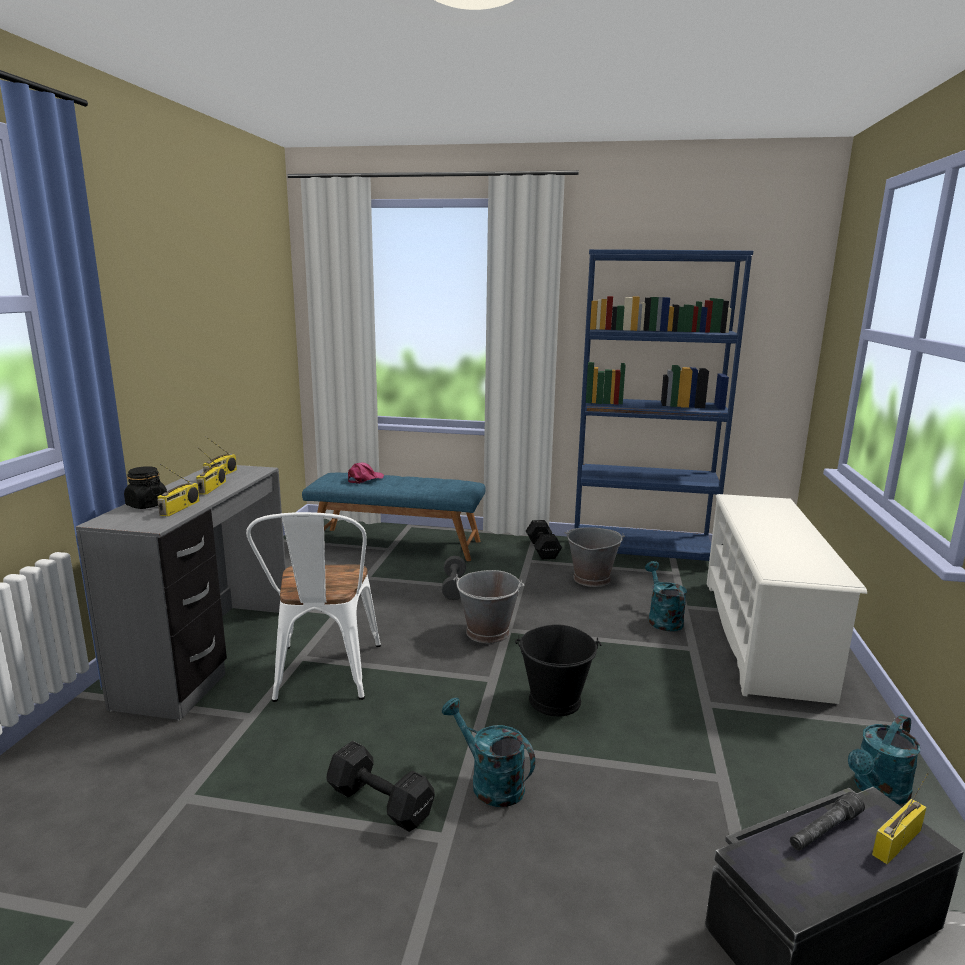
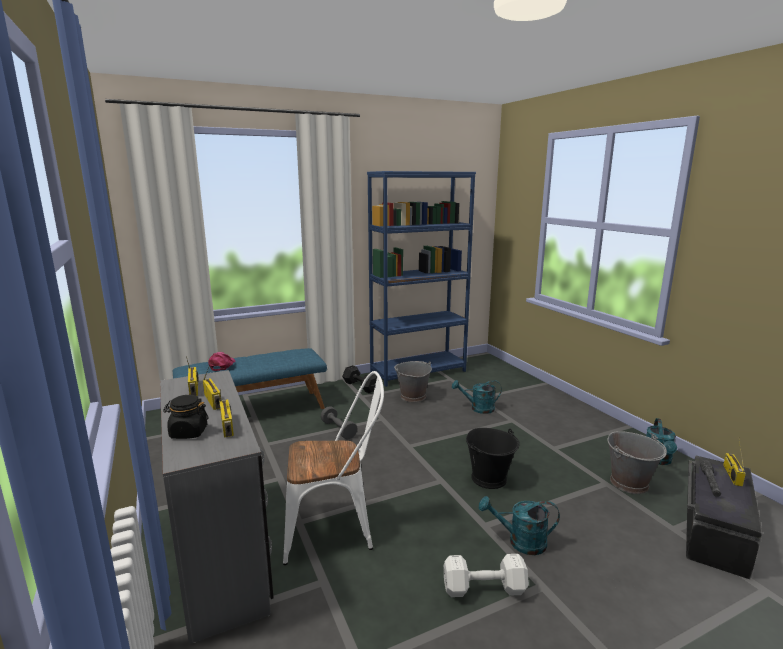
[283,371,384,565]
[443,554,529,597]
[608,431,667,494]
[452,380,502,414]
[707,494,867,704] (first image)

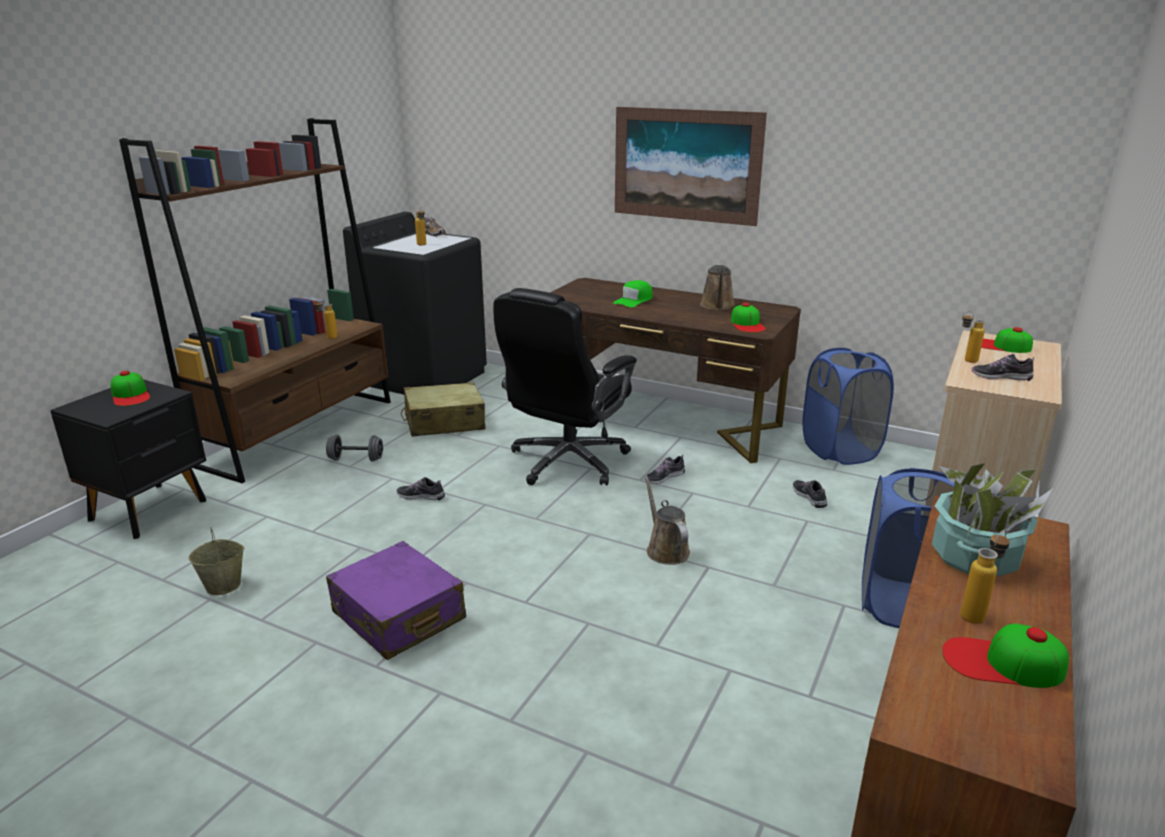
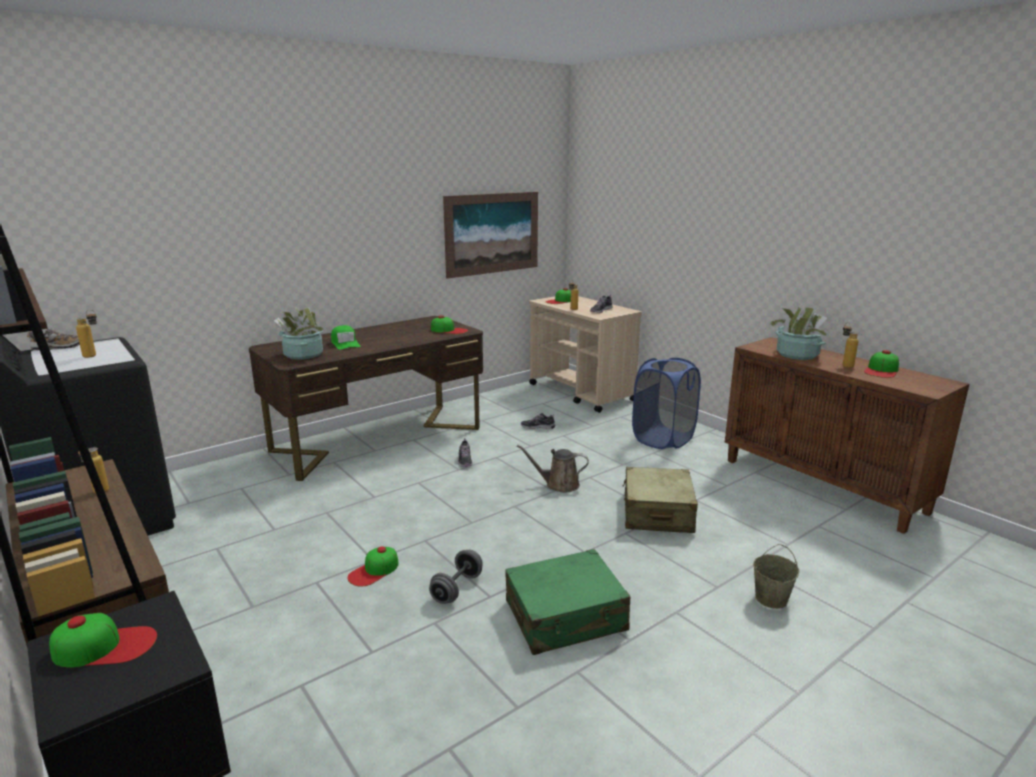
[753,544,799,609]
[429,550,483,604]
[505,549,630,655]
[347,547,399,586]
[622,467,698,533]
[493,288,637,485] (first image)
[443,192,538,279]
[700,264,735,310] (first image)
[802,348,894,465] (first image)
[274,307,327,360]

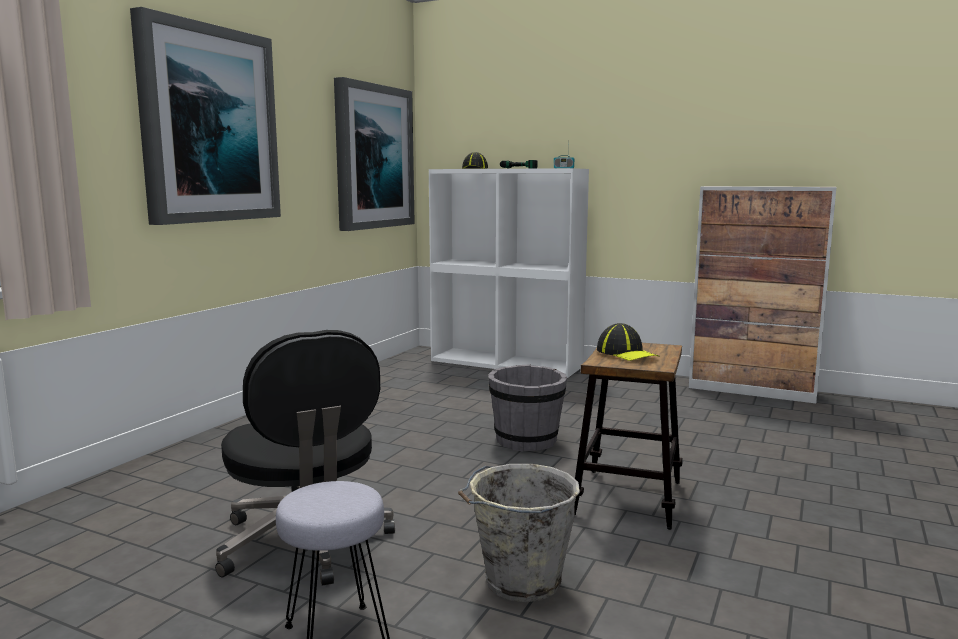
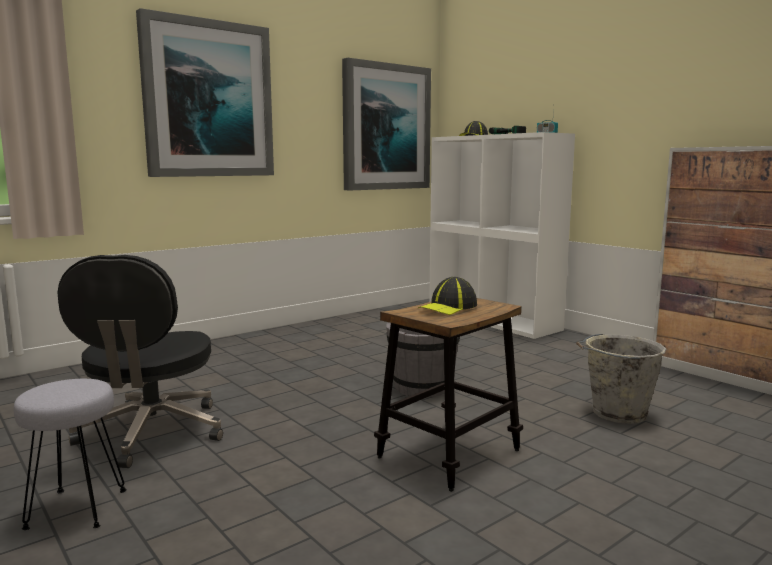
[576,334,666,424]
[418,277,477,315]

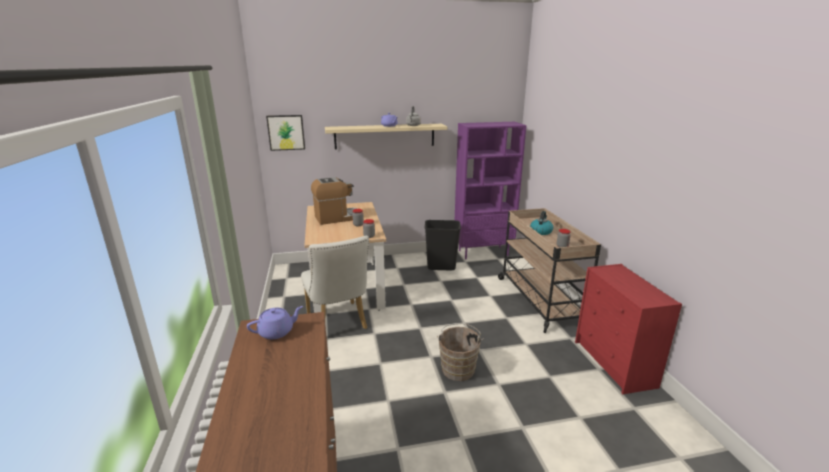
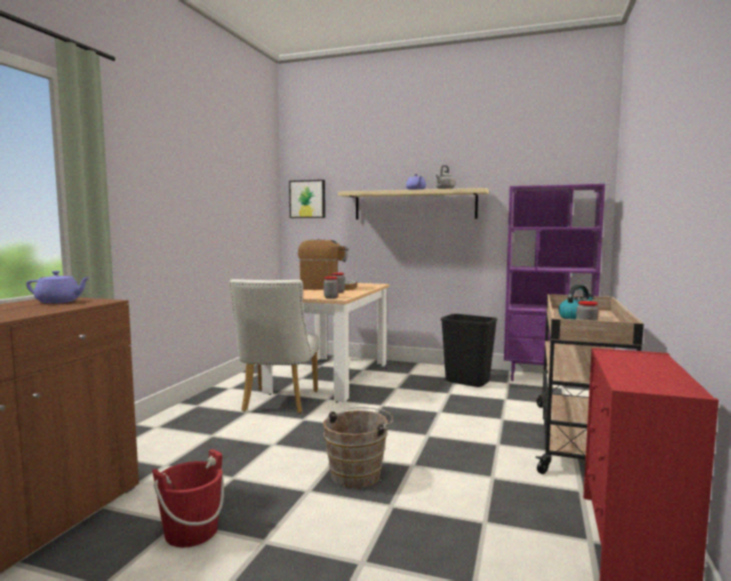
[152,449,224,547]

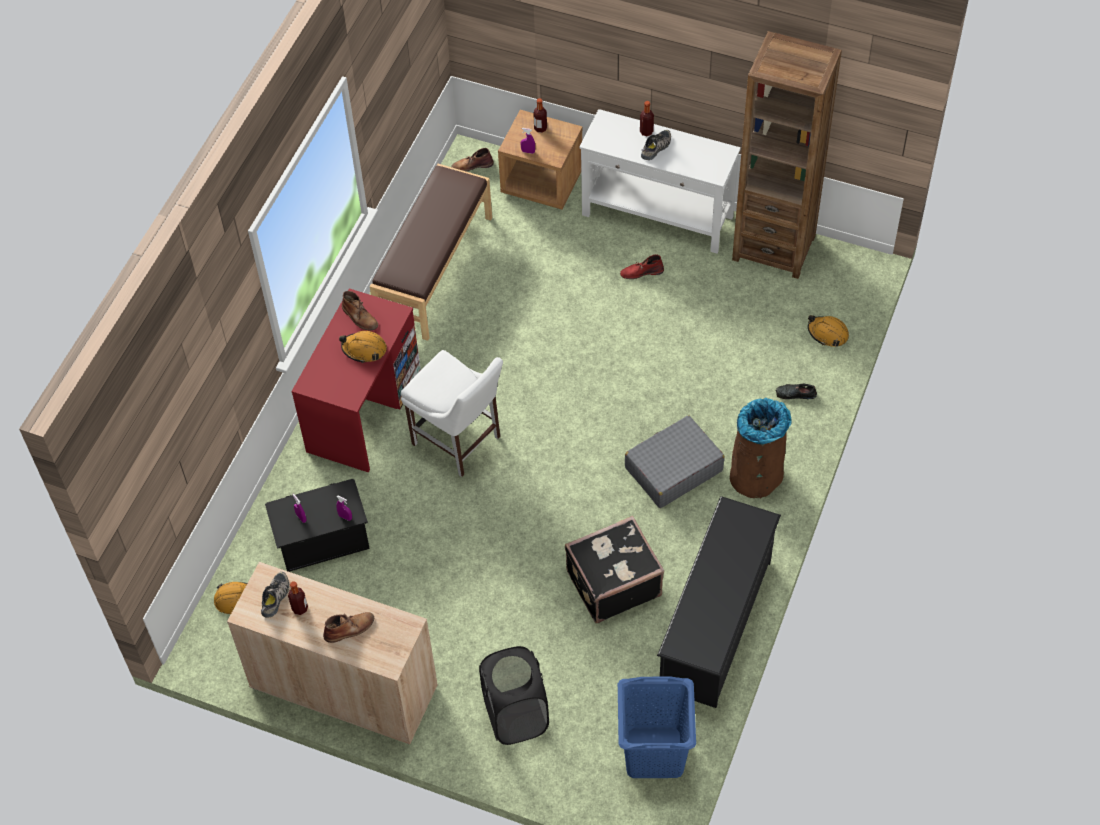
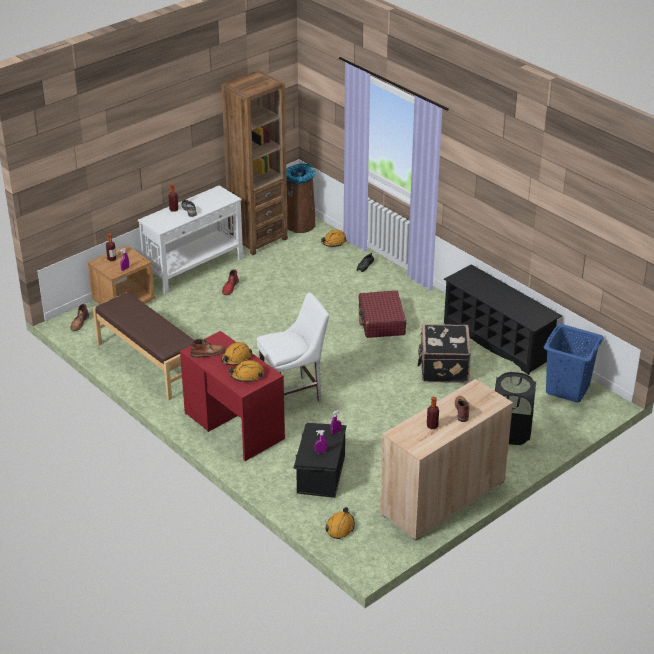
[261,572,289,618] (first image)
[358,290,406,338]
[286,163,316,233]
[229,360,264,382]

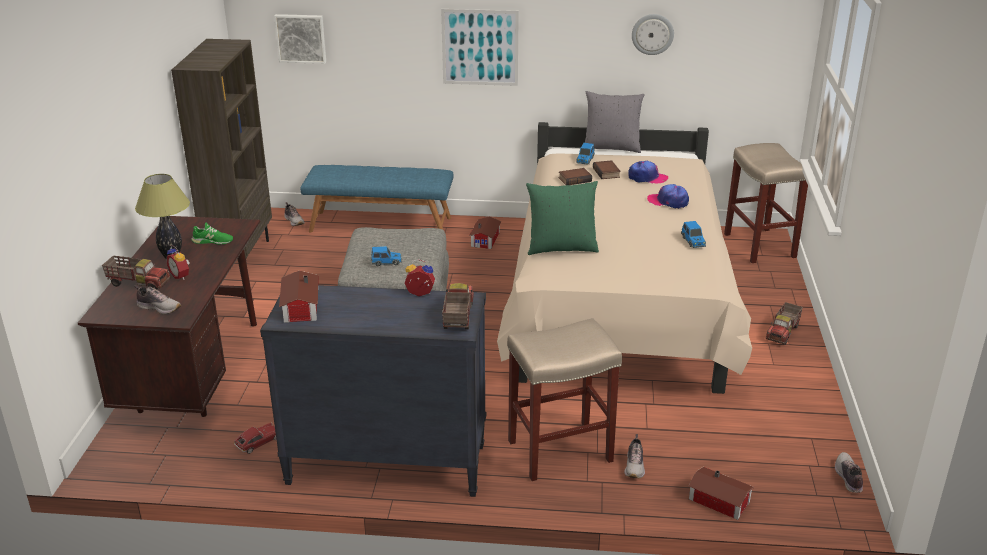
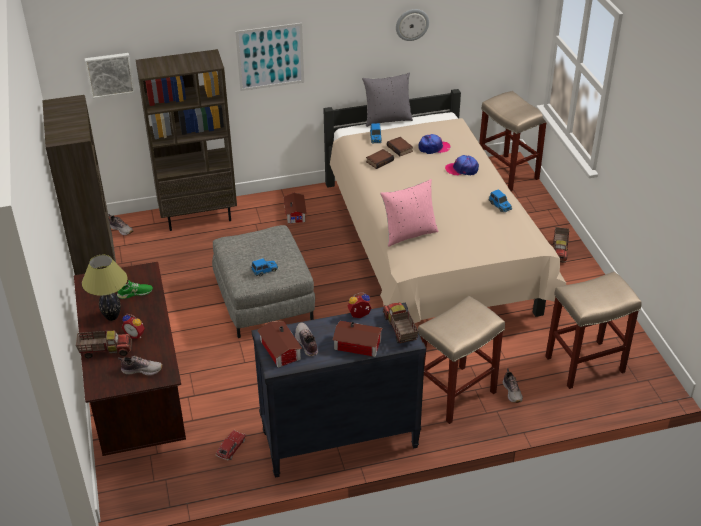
[136,49,237,231]
[380,179,438,247]
[333,321,383,357]
[295,322,318,356]
[545,271,642,389]

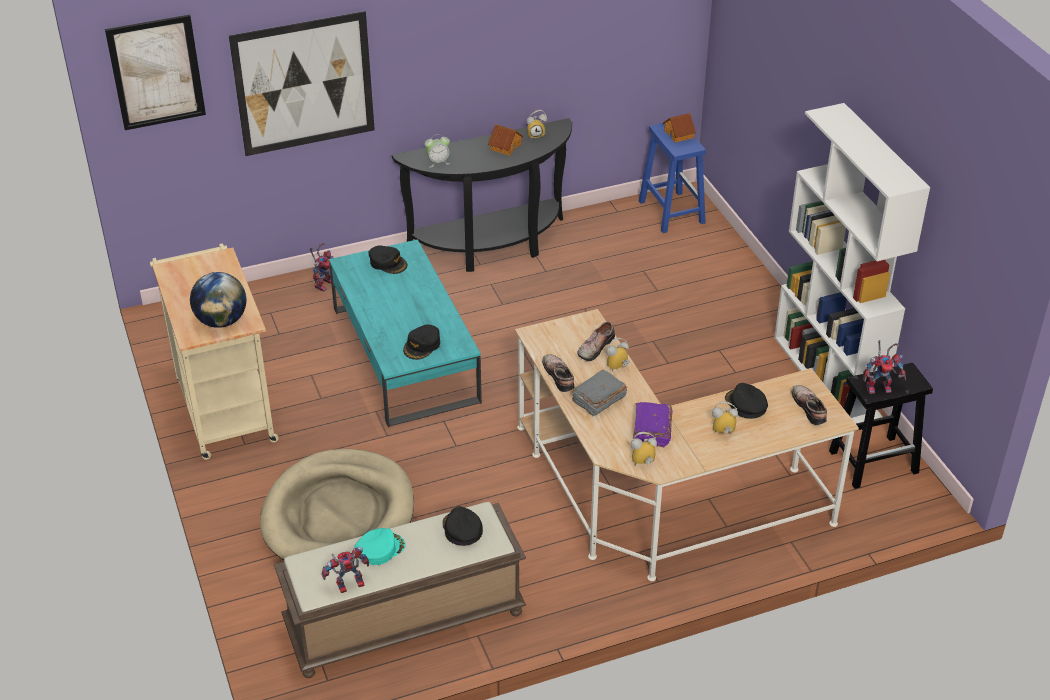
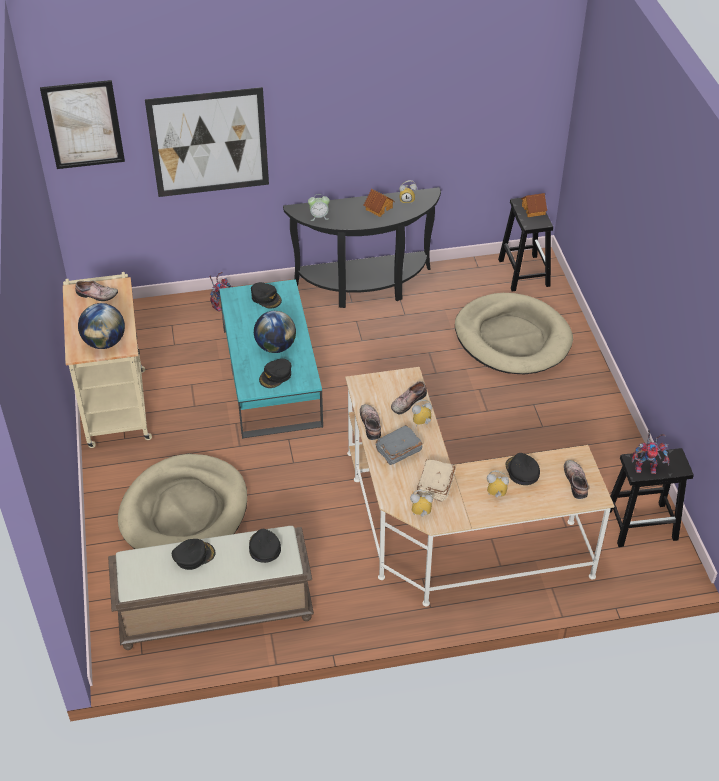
[322,547,369,593] (first image)
[172,539,216,570]
[417,459,456,502]
[498,198,553,291]
[774,103,930,424] (first image)
[75,281,118,301]
[254,311,296,353]
[455,293,573,374]

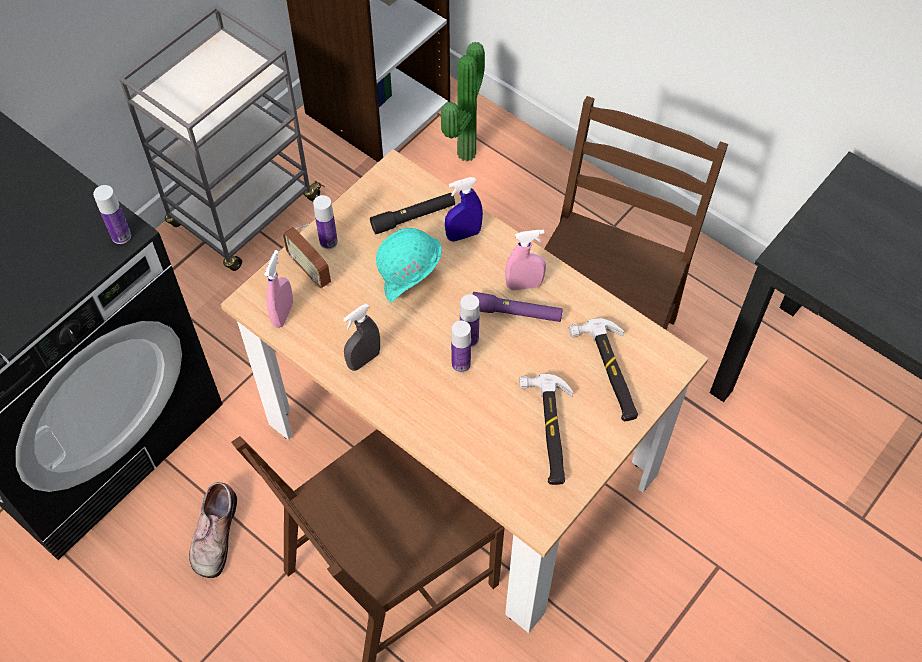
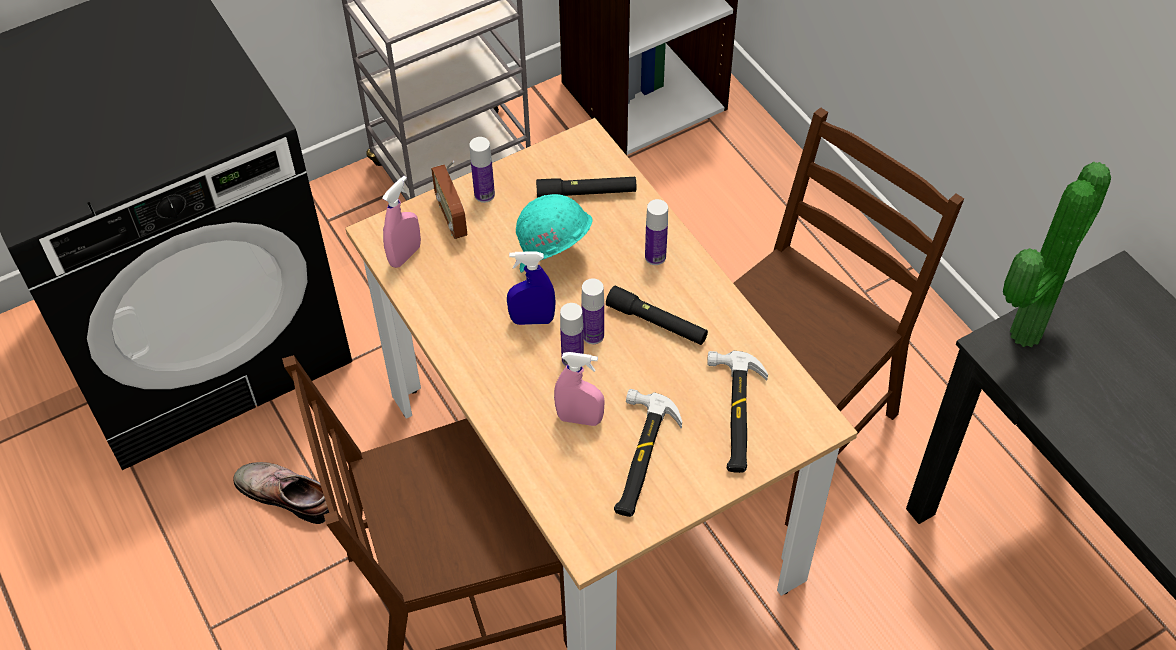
[645,199,668,265]
[234,462,329,524]
[343,303,380,371] (first image)
[1003,162,1111,347]
[507,251,555,325]
[606,286,708,345]
[554,352,605,426]

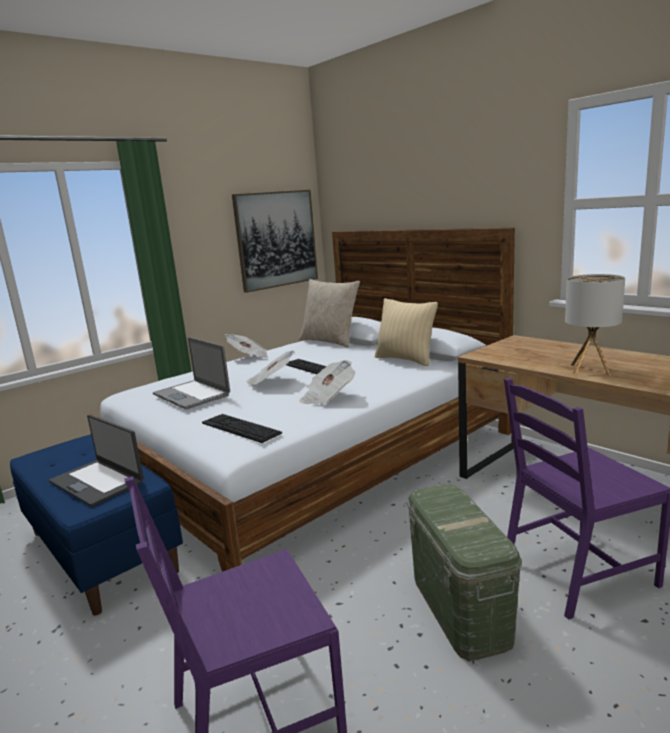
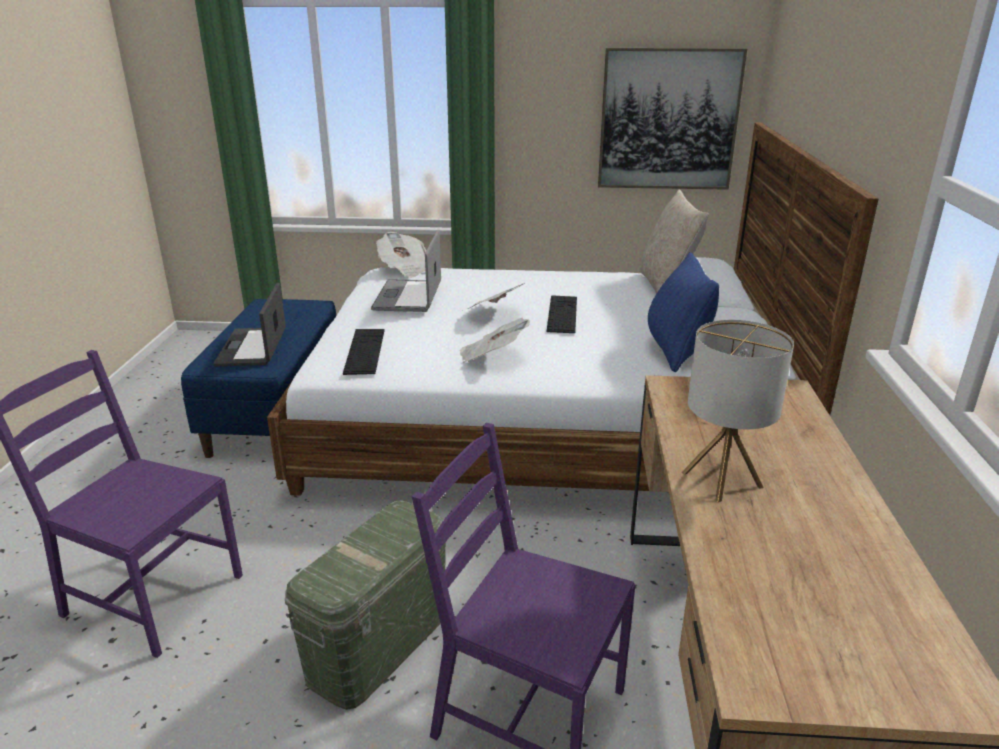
[376,232,426,278]
[648,252,719,372]

